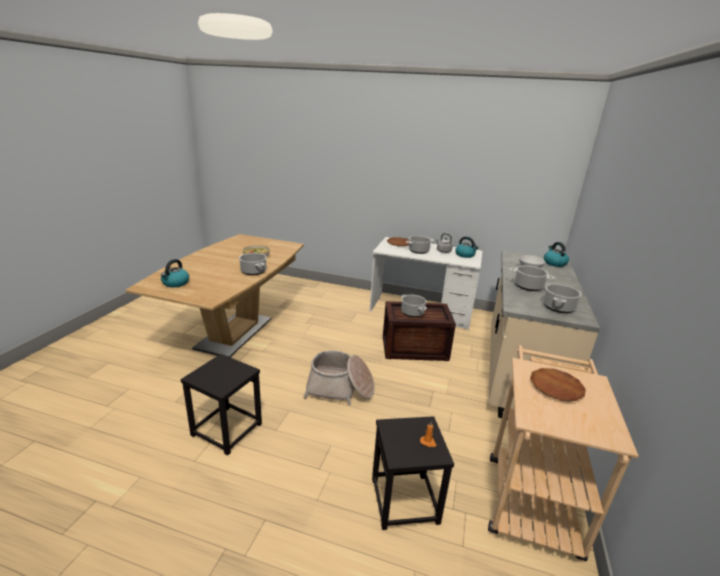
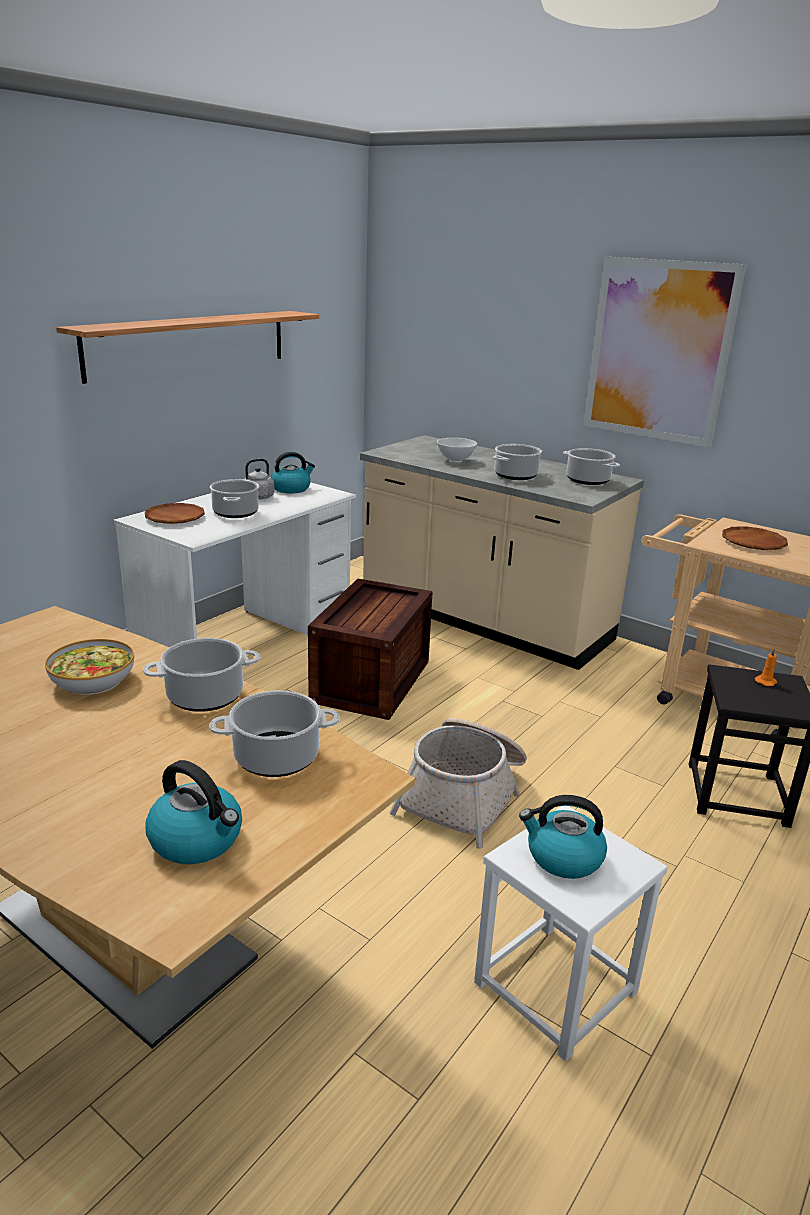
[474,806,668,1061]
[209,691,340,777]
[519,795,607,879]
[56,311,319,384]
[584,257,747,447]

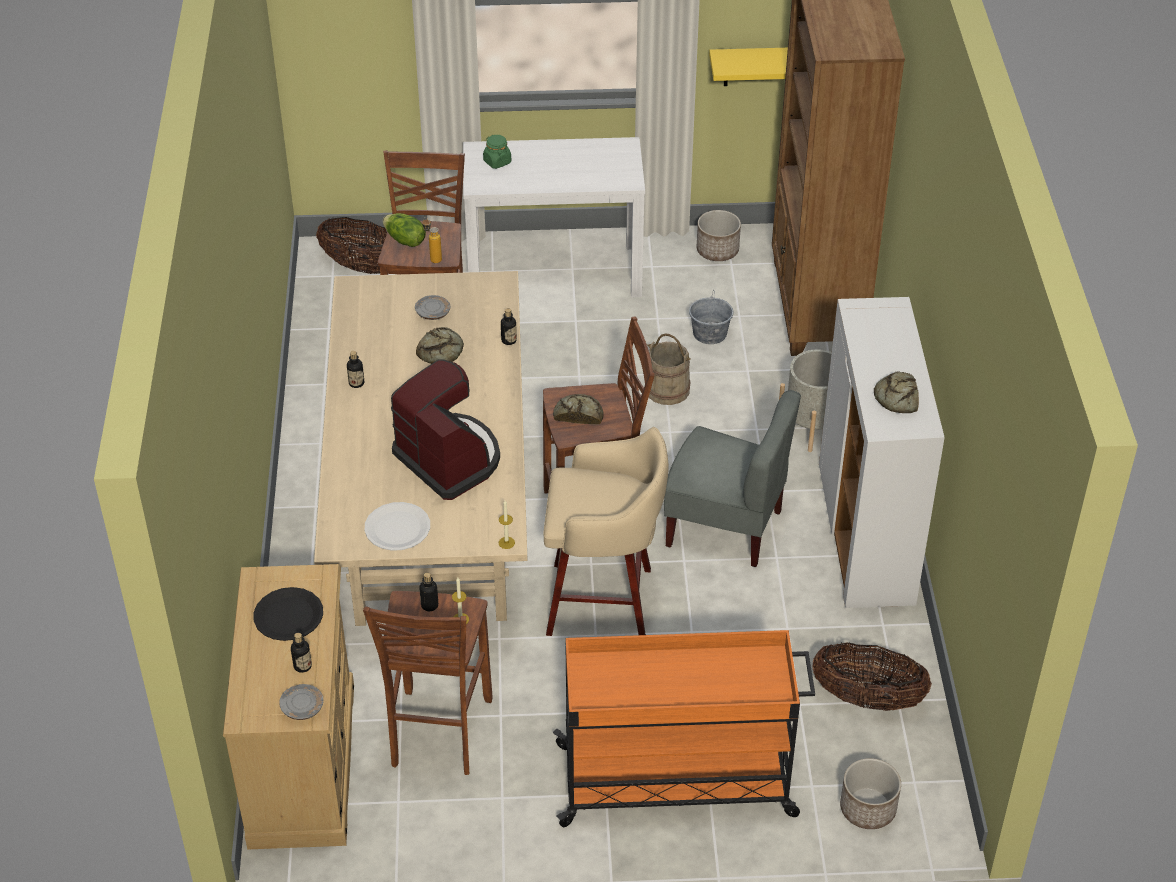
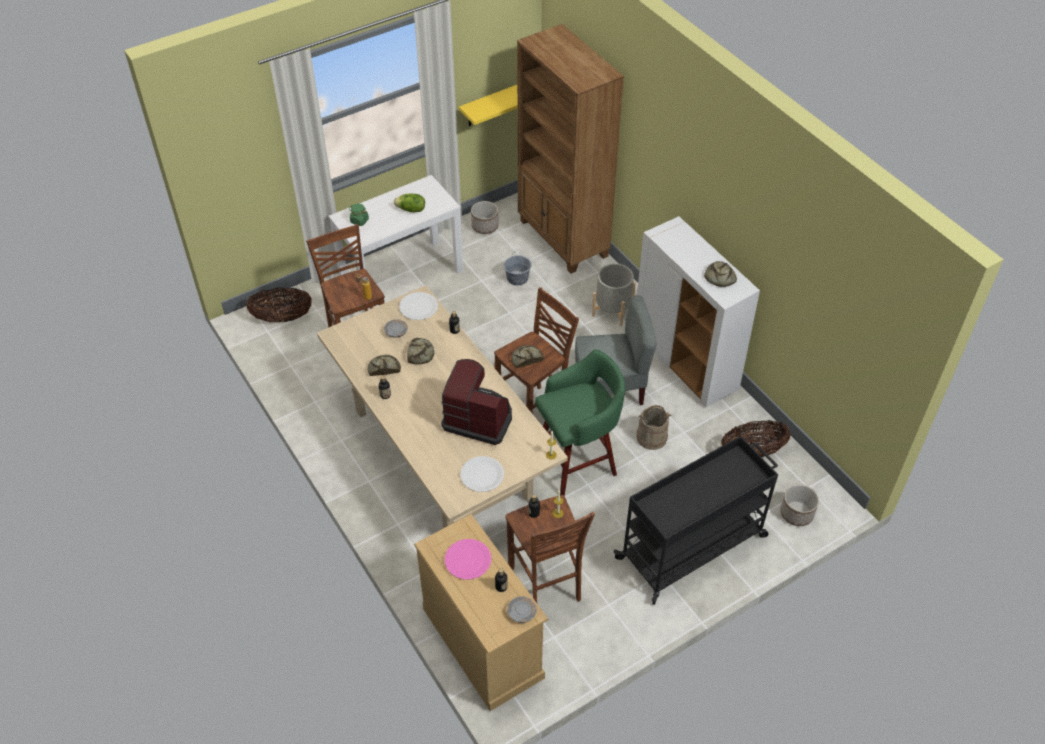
[445,539,491,580]
[394,194,425,212]
[536,349,625,496]
[614,436,778,605]
[636,405,671,450]
[368,355,401,376]
[399,292,438,320]

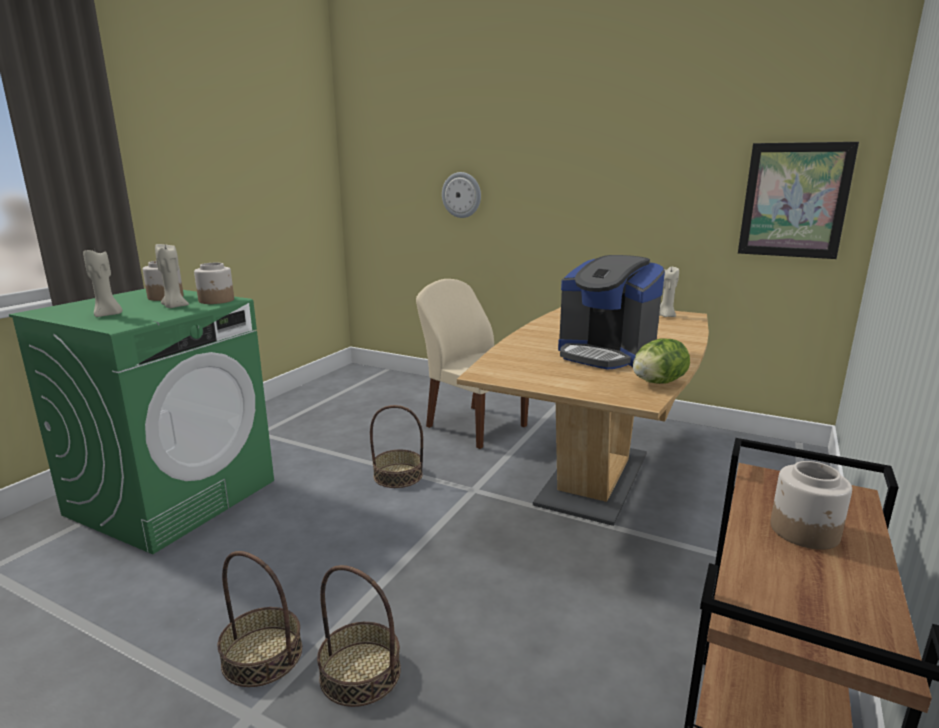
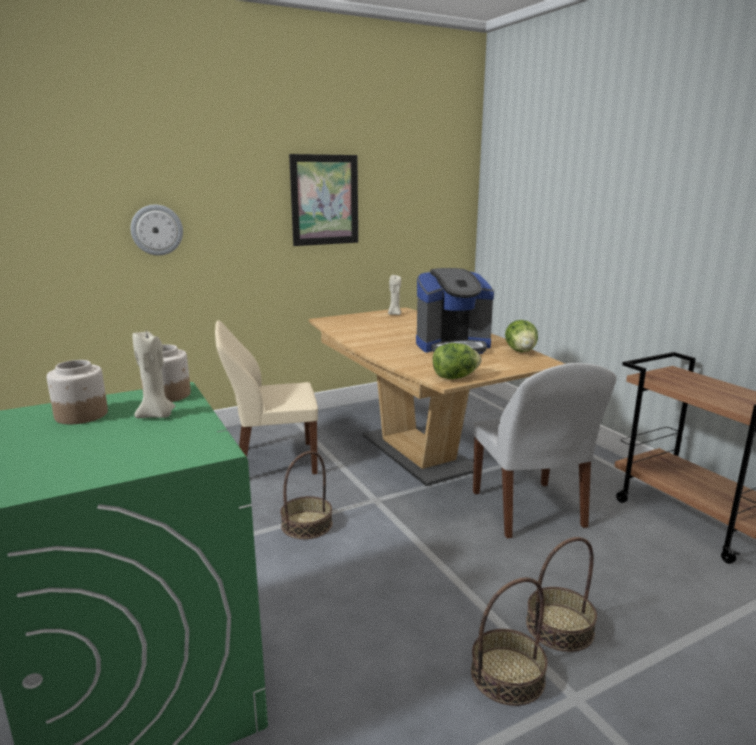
[83,248,122,317] (first image)
[289,154,358,246]
[770,461,852,550] (first image)
[433,343,481,379]
[473,363,617,538]

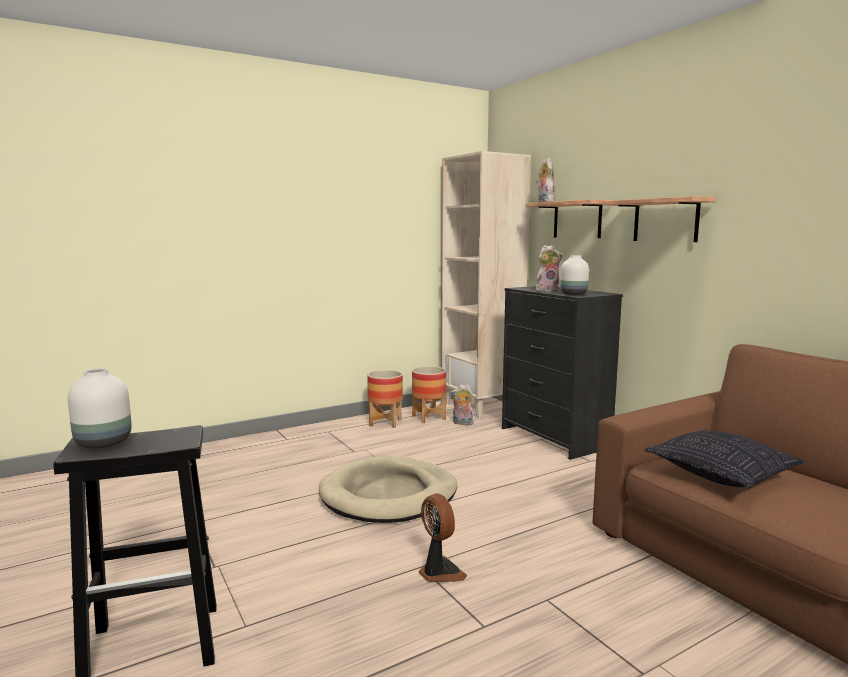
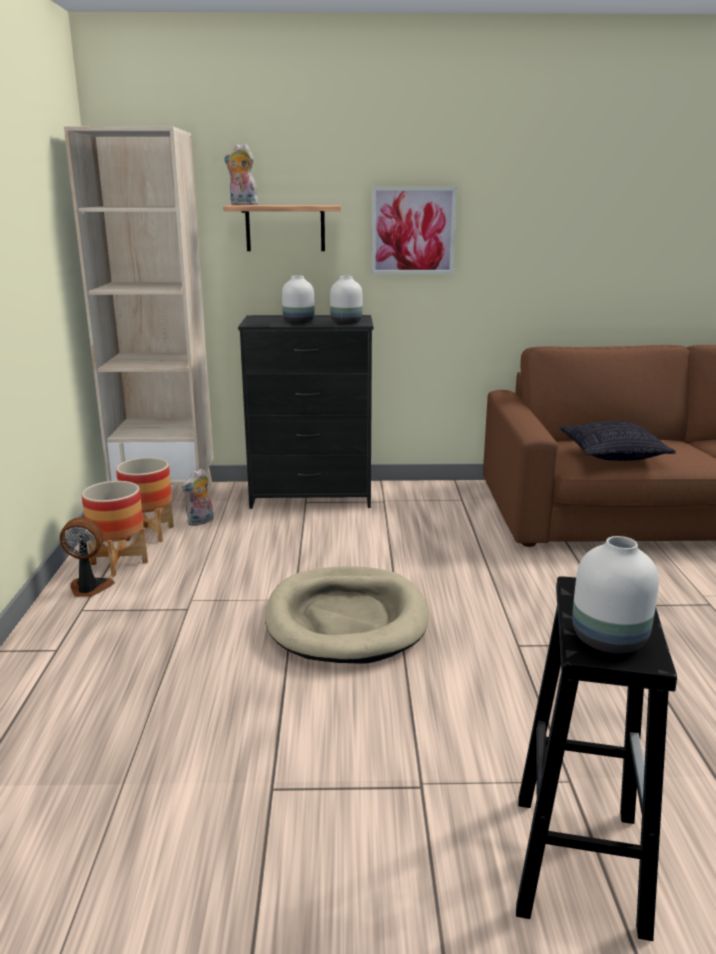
[60,517,115,597]
[282,276,315,324]
[372,187,457,274]

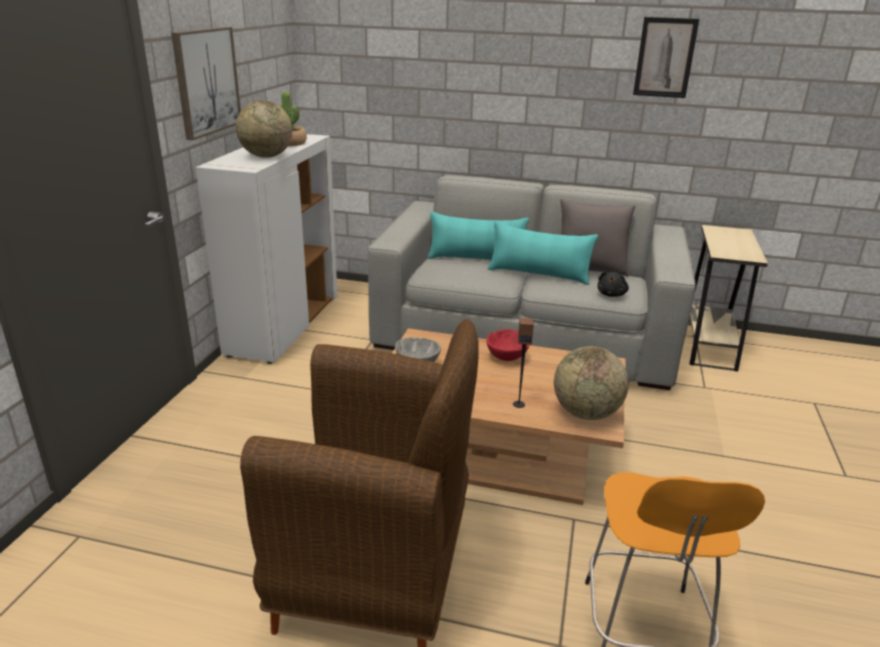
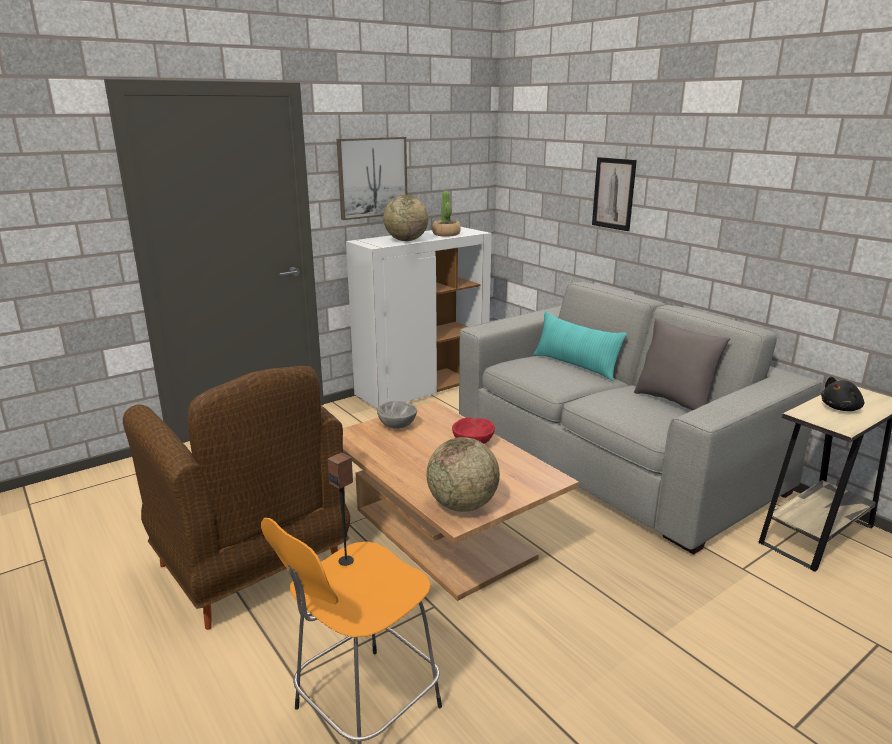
[488,221,598,285] (first image)
[328,453,354,566]
[821,377,864,411]
[592,157,637,231]

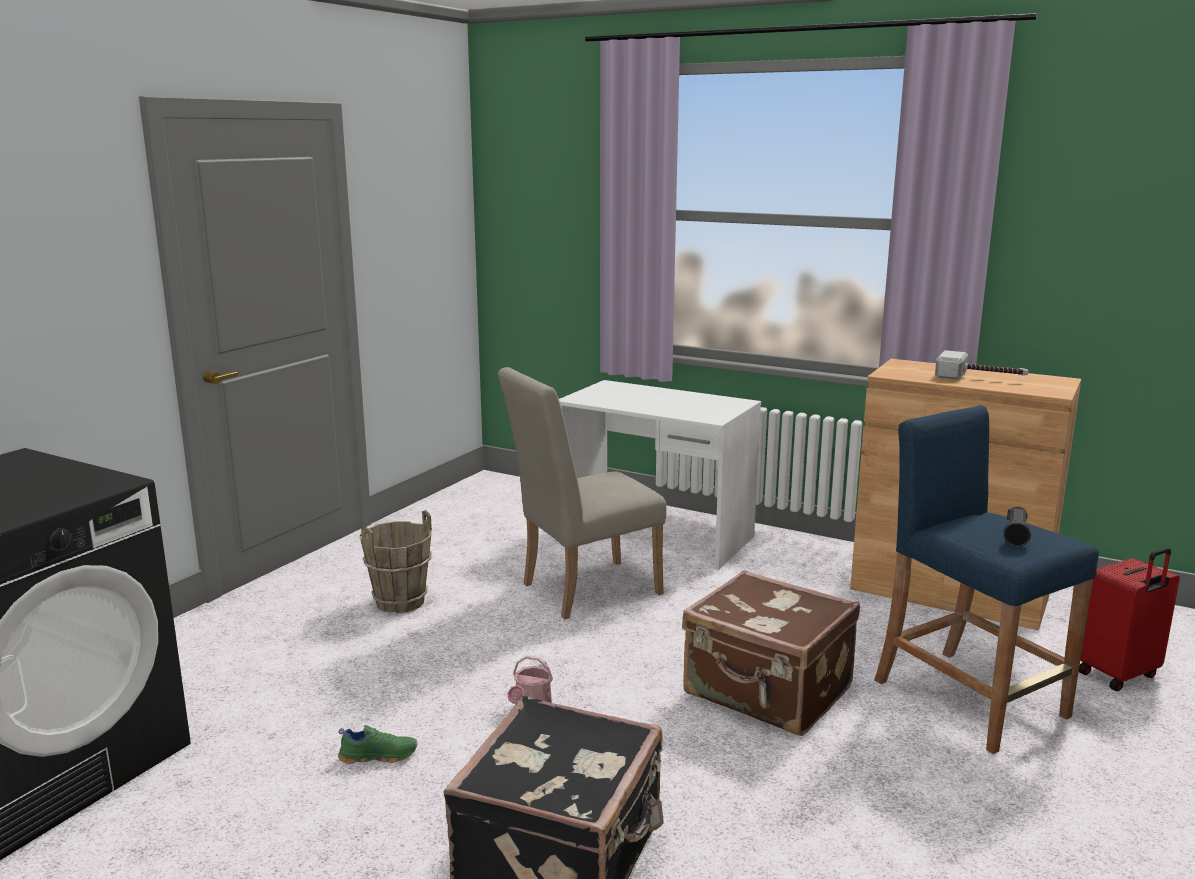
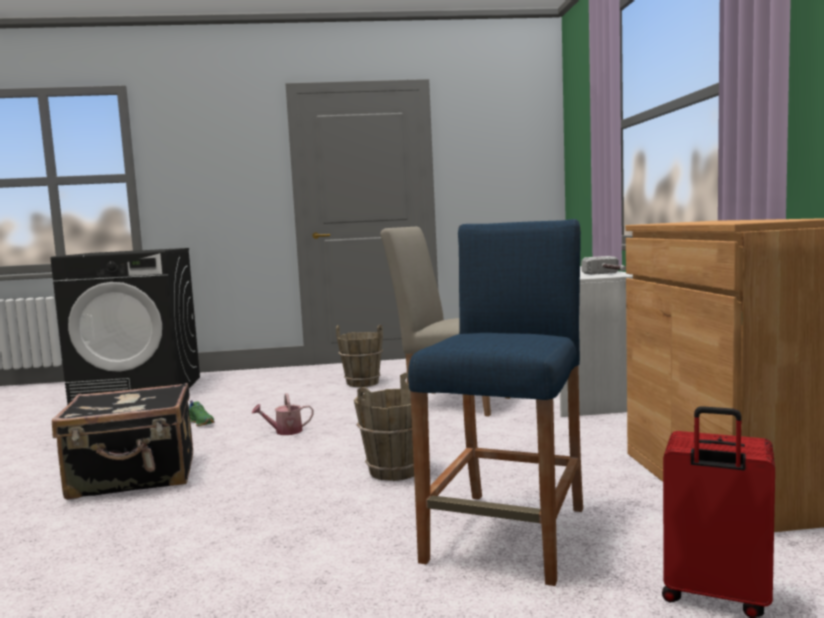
[354,373,414,481]
[581,256,626,275]
[1004,506,1031,546] (first image)

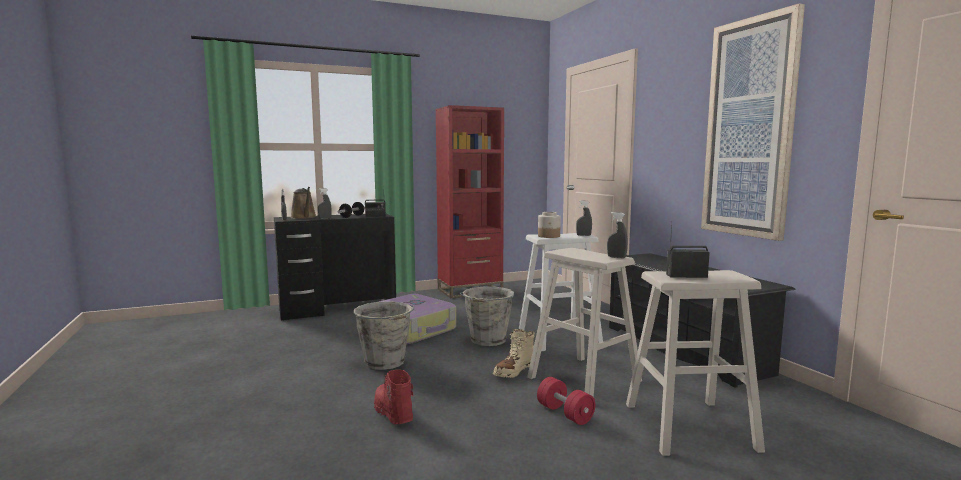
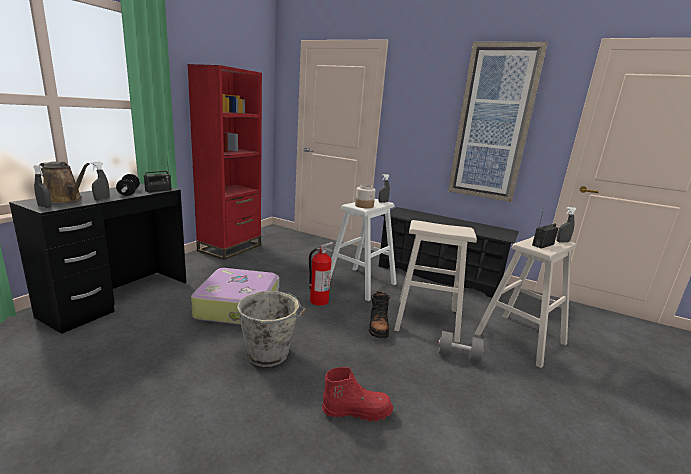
[322,367,393,422]
[309,242,334,306]
[369,290,390,338]
[438,331,484,363]
[557,207,577,243]

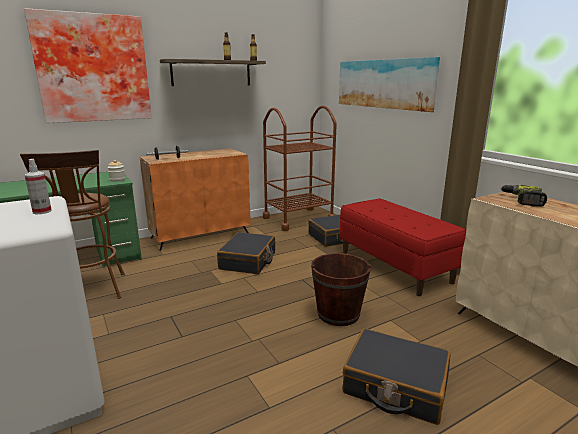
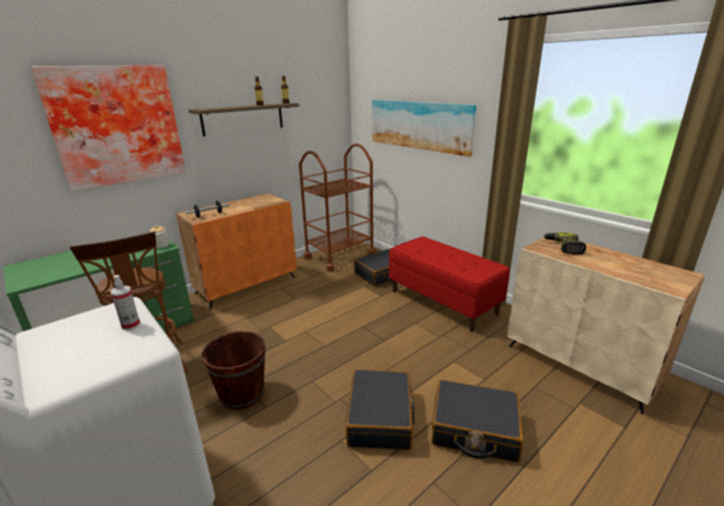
[346,369,416,450]
[202,331,265,410]

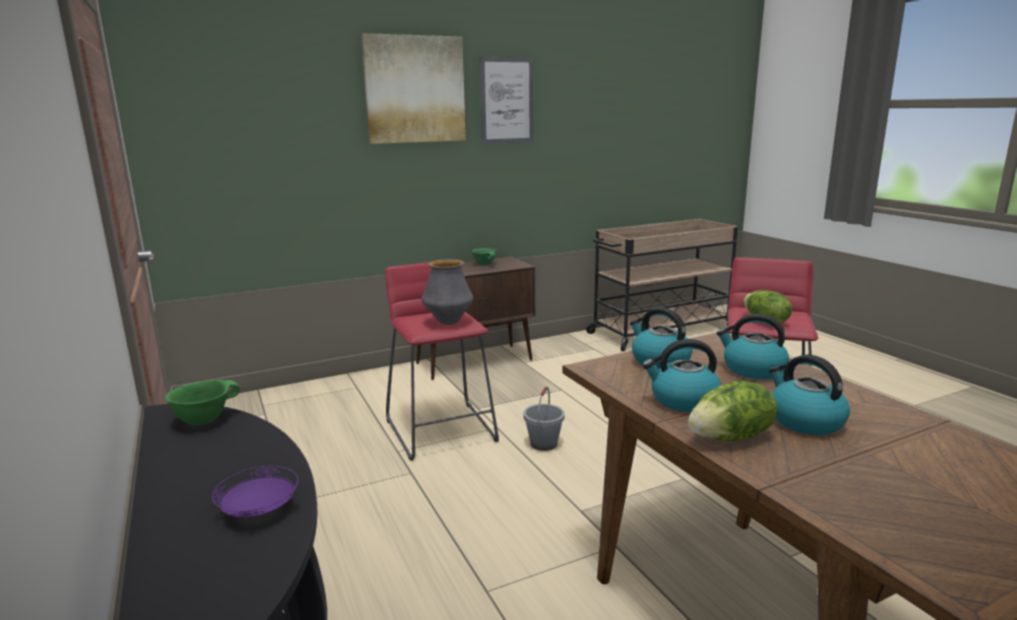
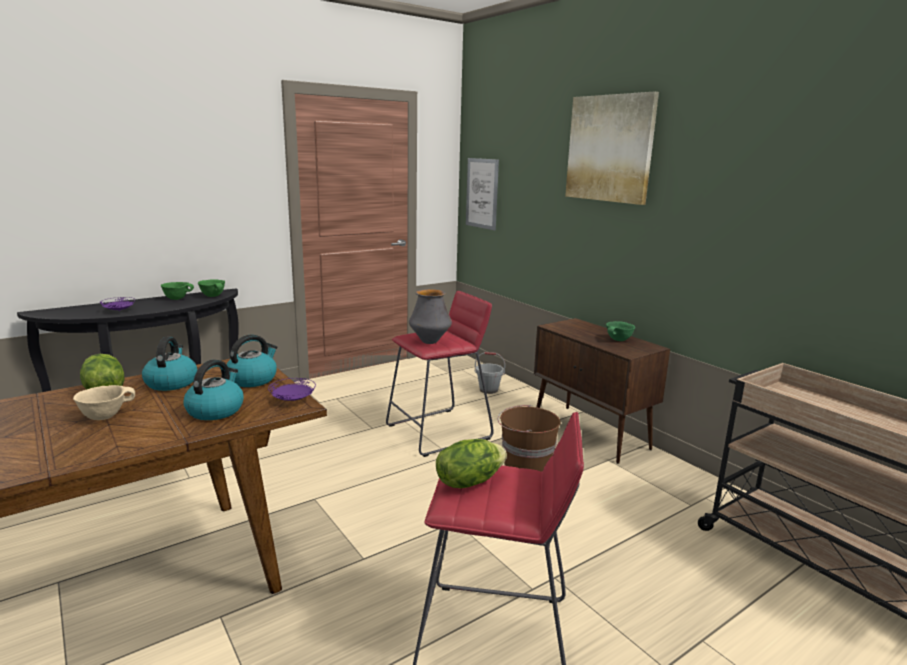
[466,158,499,230]
[475,352,505,394]
[73,385,135,420]
[161,282,194,300]
[268,378,316,401]
[498,405,561,472]

